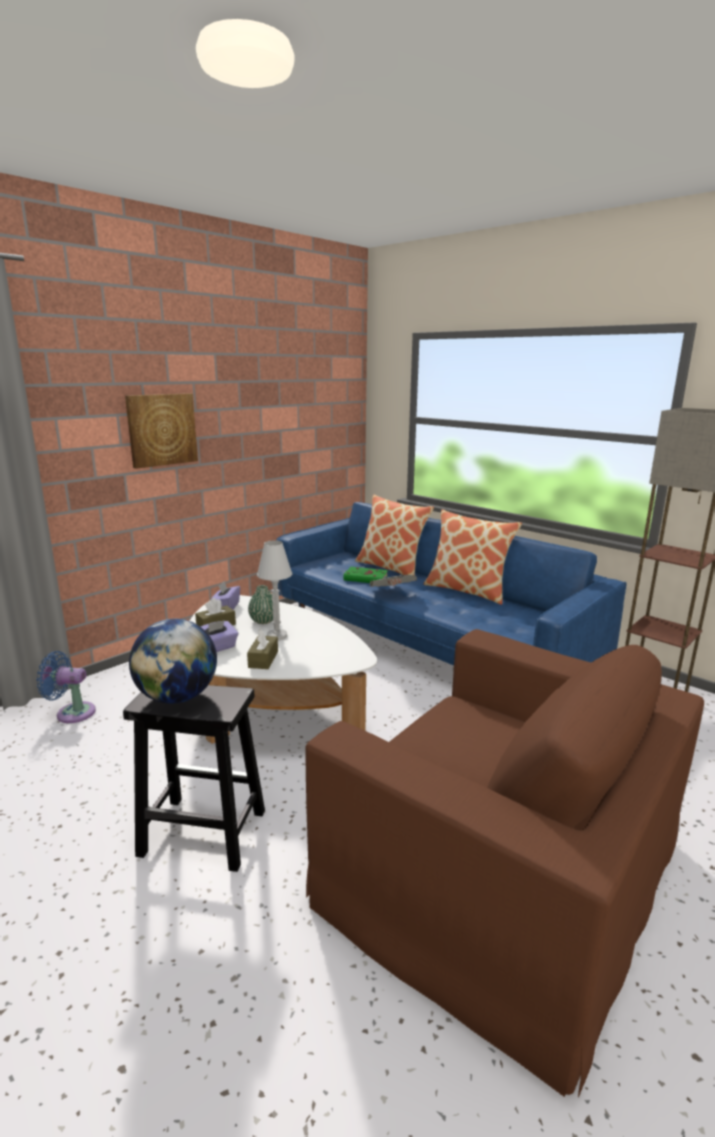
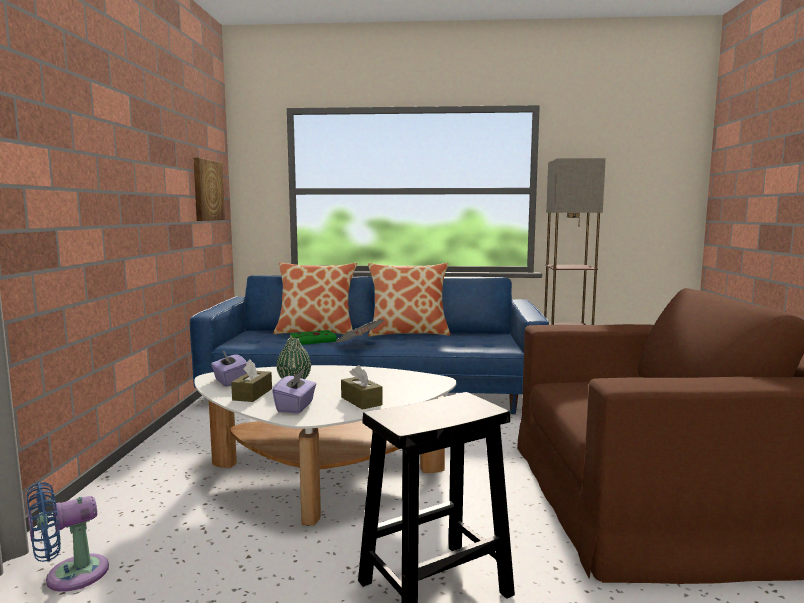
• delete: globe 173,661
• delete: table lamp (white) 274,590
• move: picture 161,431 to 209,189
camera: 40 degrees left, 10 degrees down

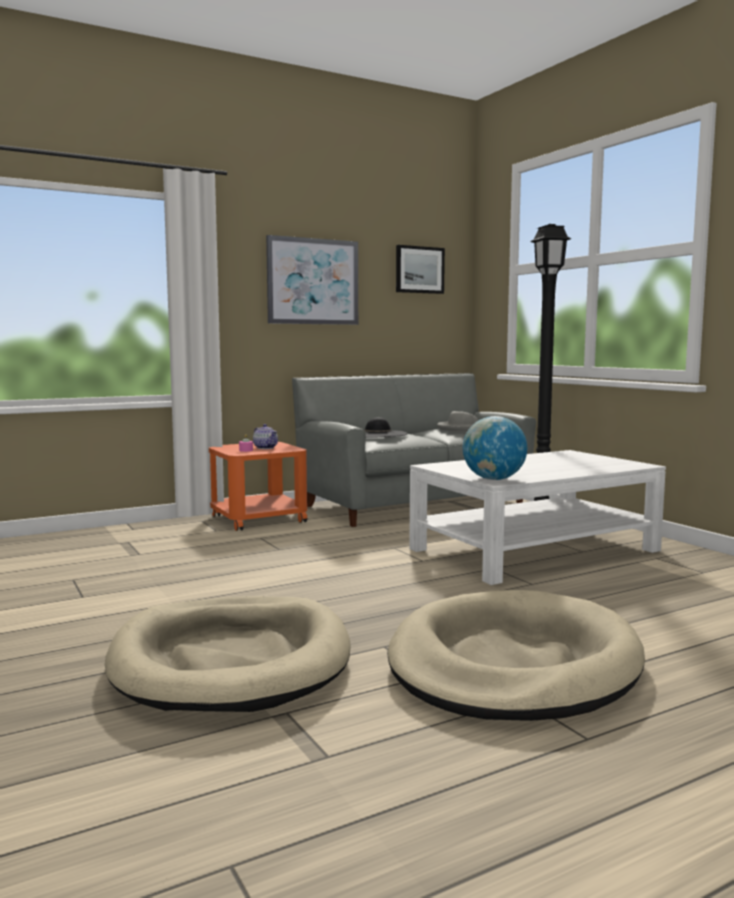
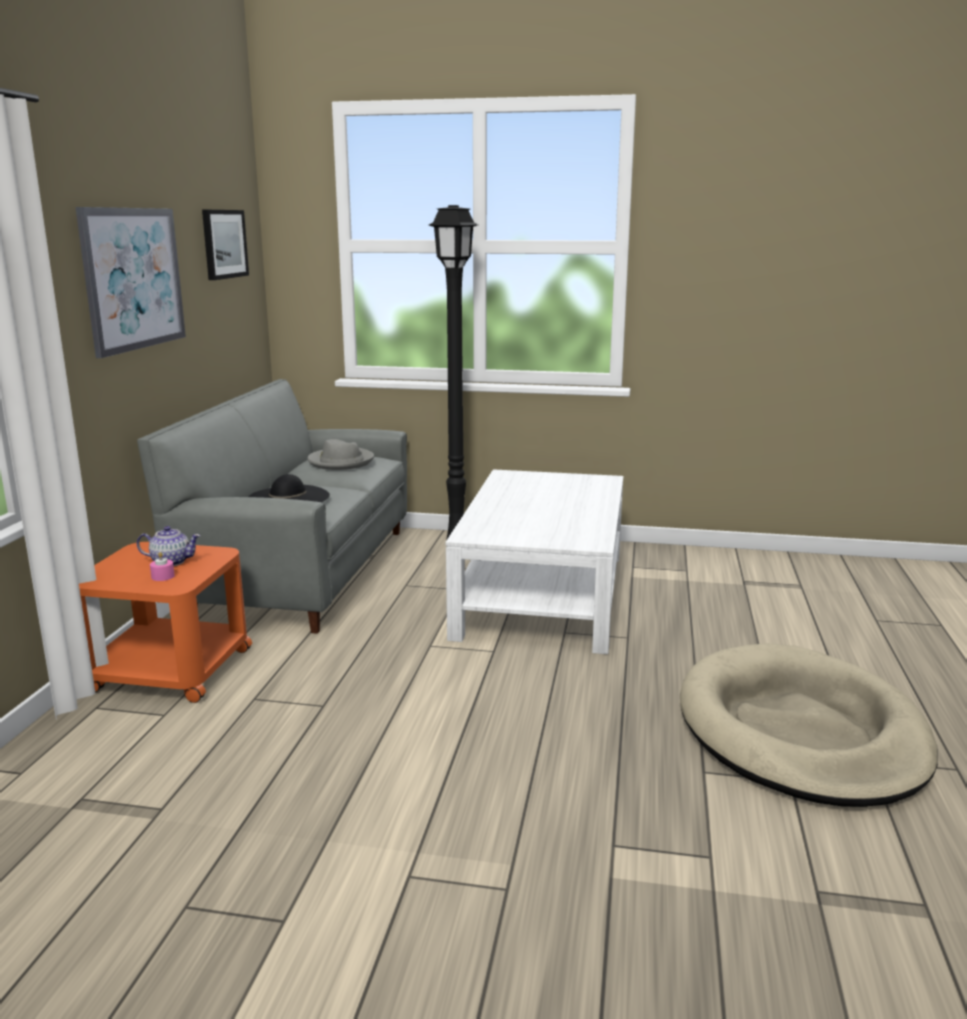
• delete: dog bed (beige) 228,654
• delete: globe 495,448
camera: 50 degrees left, 10 degrees up

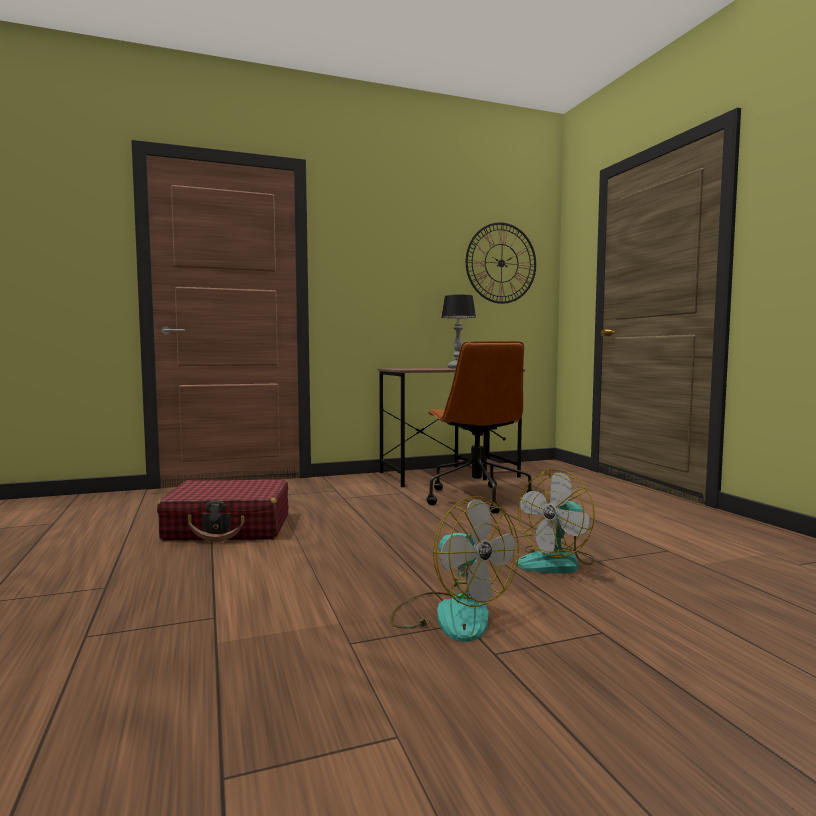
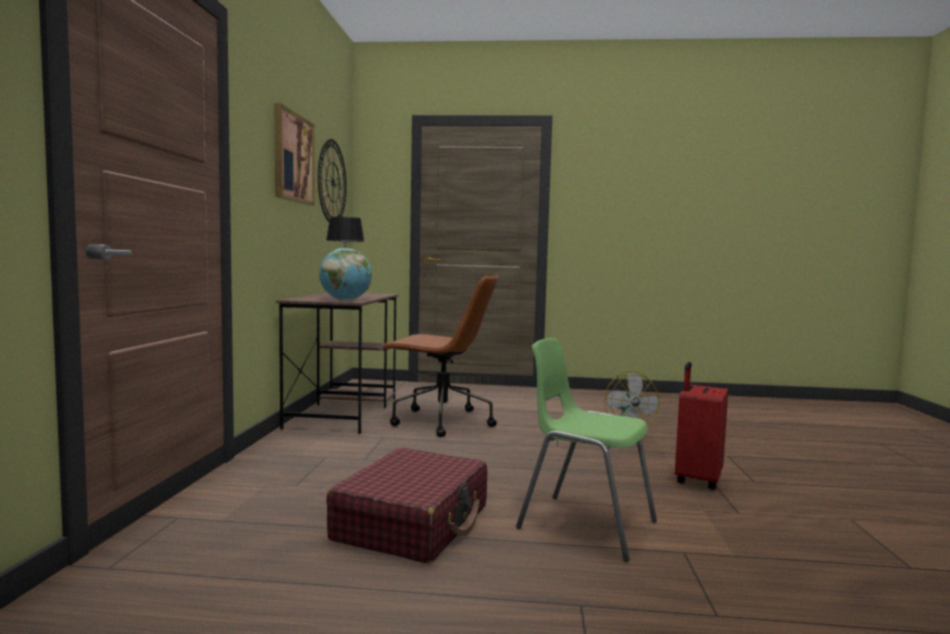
• insert: picture 294,154
• insert: globe 345,274
• insert: chair (green) 586,450
• replace: fan 454,569 to suitcase (red) 701,426
camera: 65 degrees left, 0 degrees up

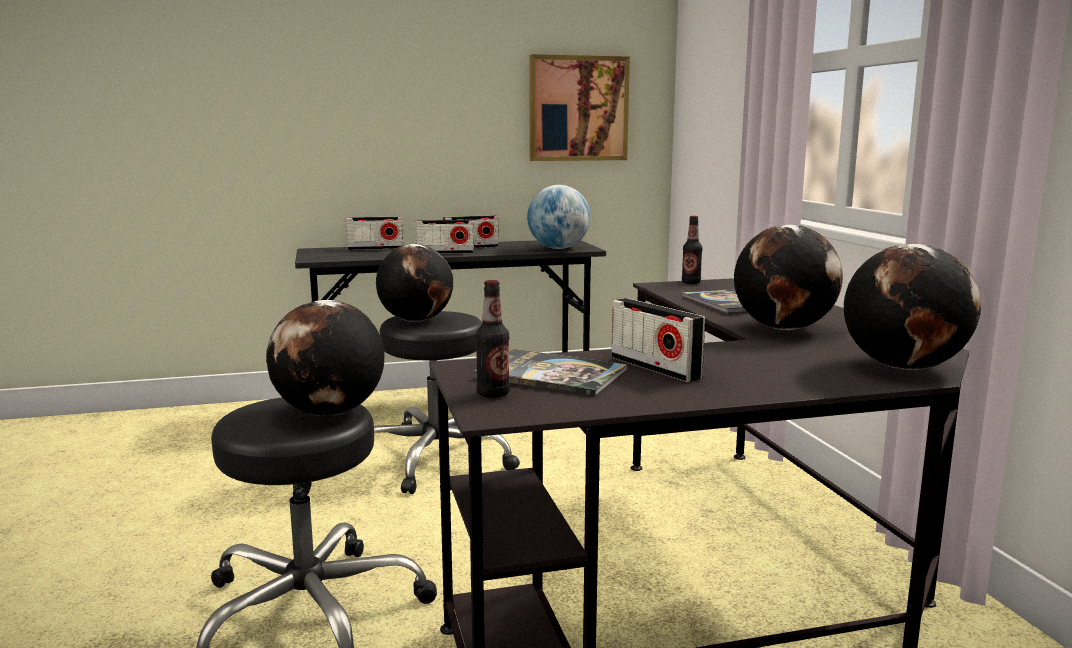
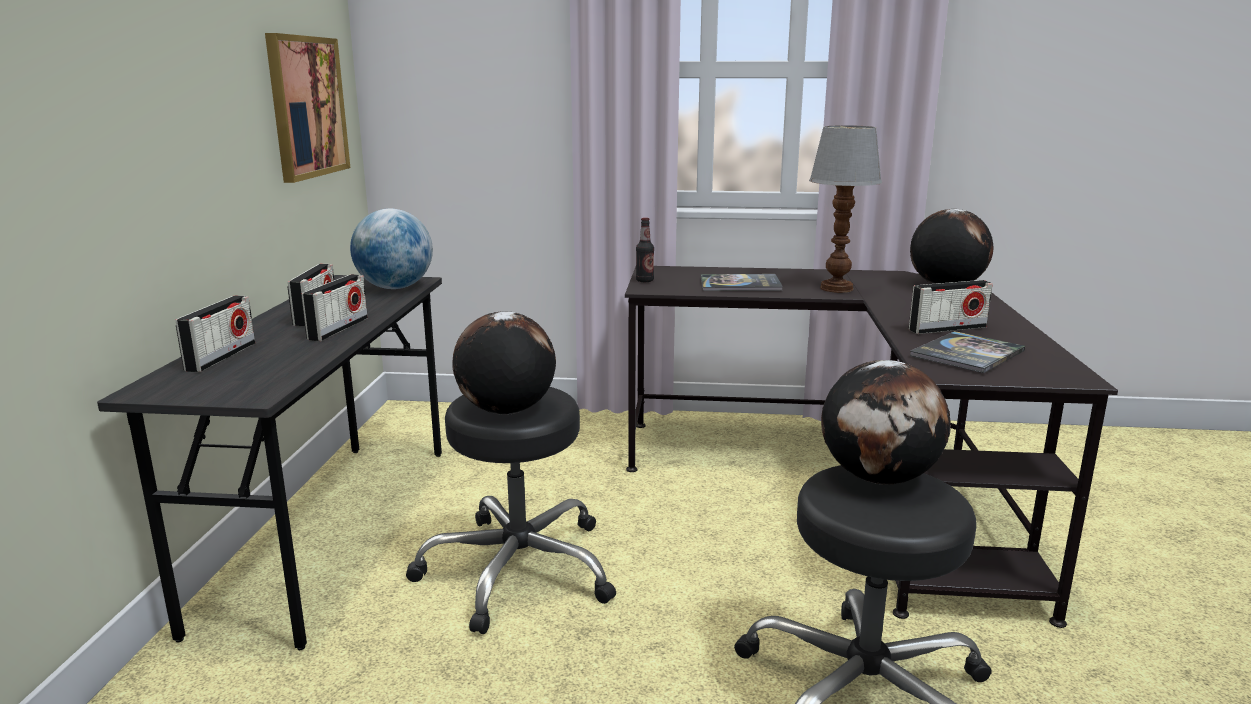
• delete: bottle 493,339
• replace: globe 788,277 to table lamp 845,209
camera: 70 degrees left, 5 degrees up

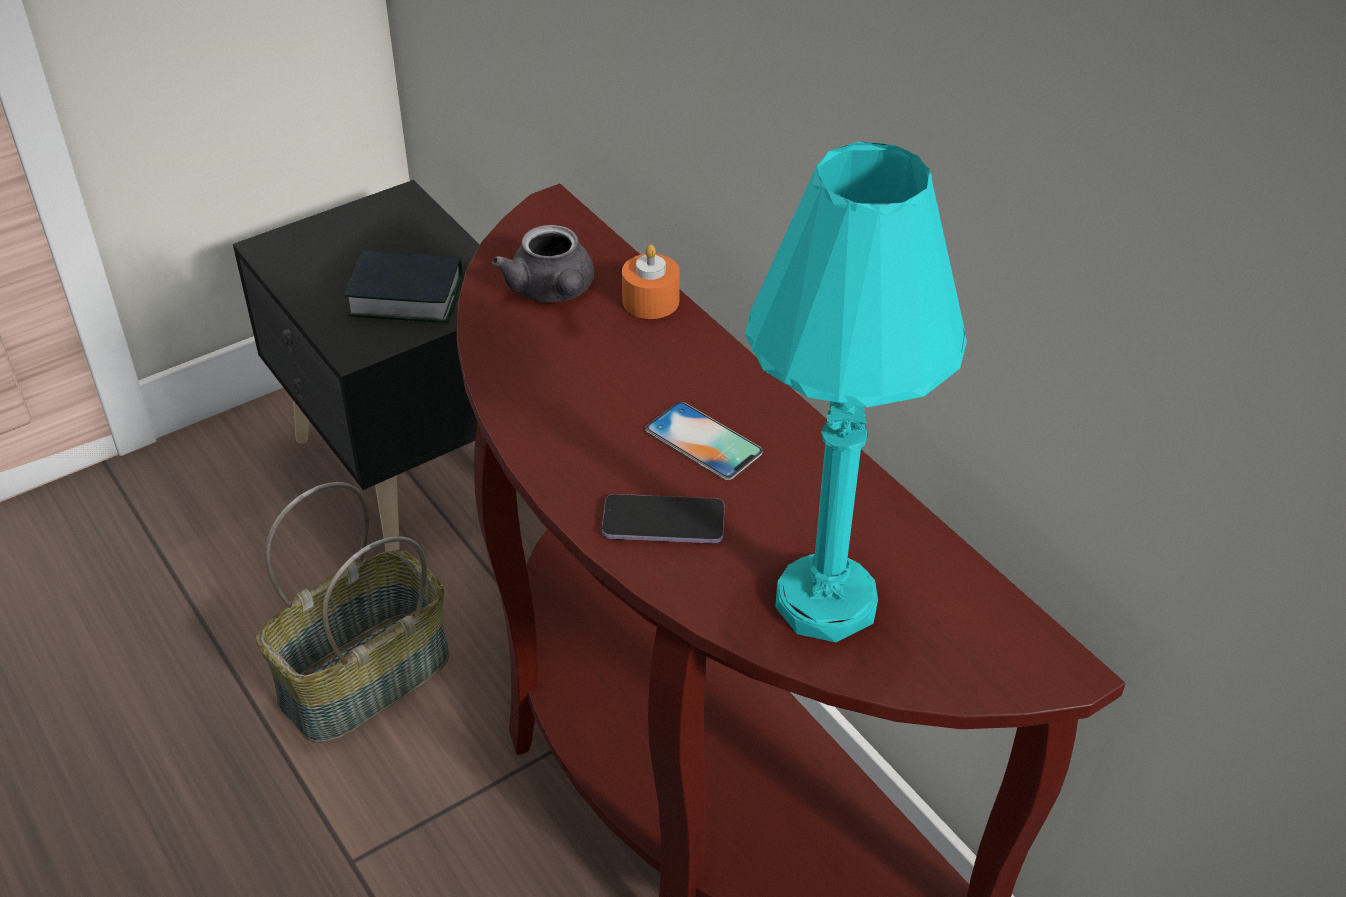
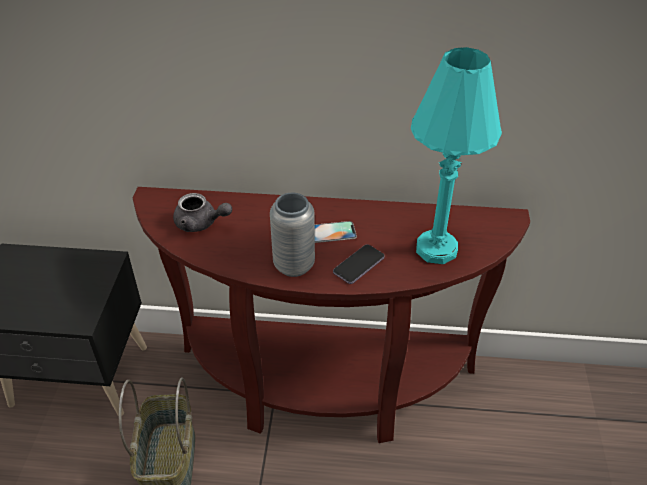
• delete: book 403,287
• delete: candle (orange) 651,282
• insert: vase (grey) 292,235
camera: 50 degrees left, 0 degrees up

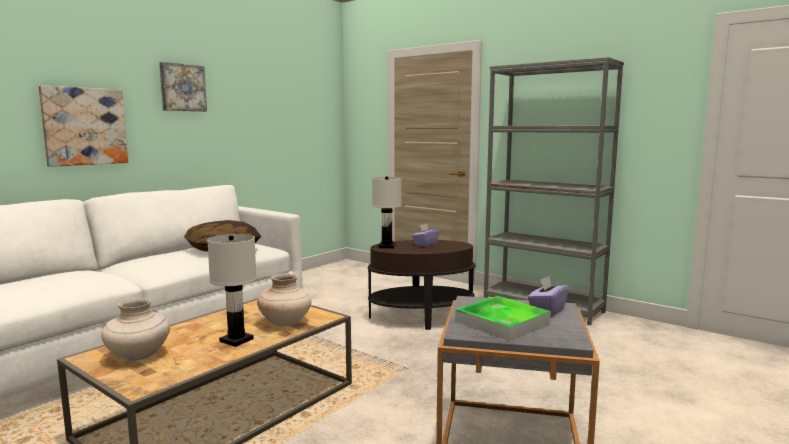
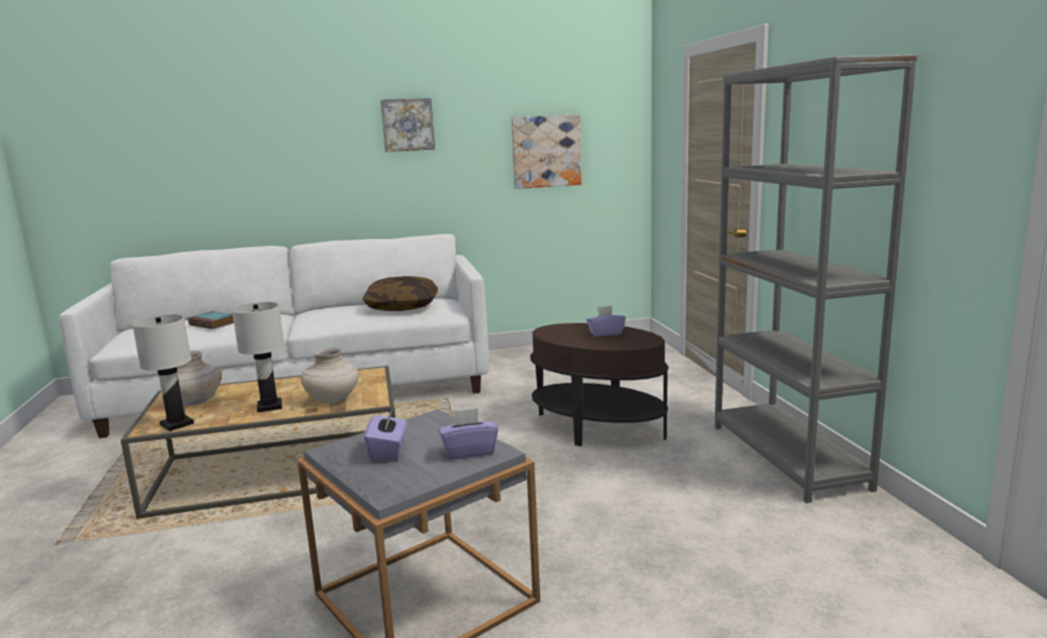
• insert: book 211,320
• move: picture 83,126 to 546,151
• move: table lamp (white) 387,212 to 163,372
• replace: tray 503,318 to tissue box (purple) 385,435
camera: 40 degrees right, 5 degrees up

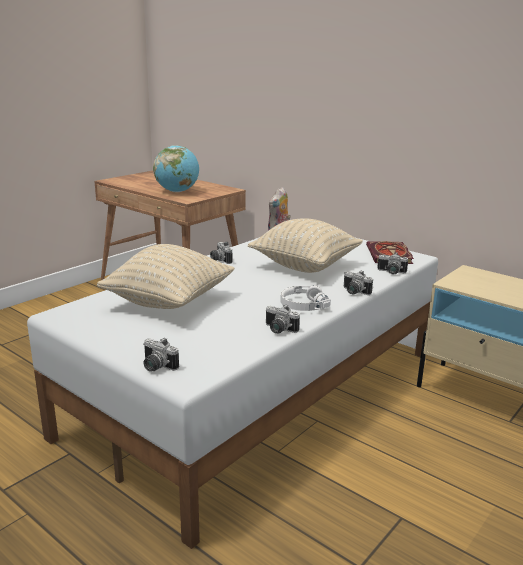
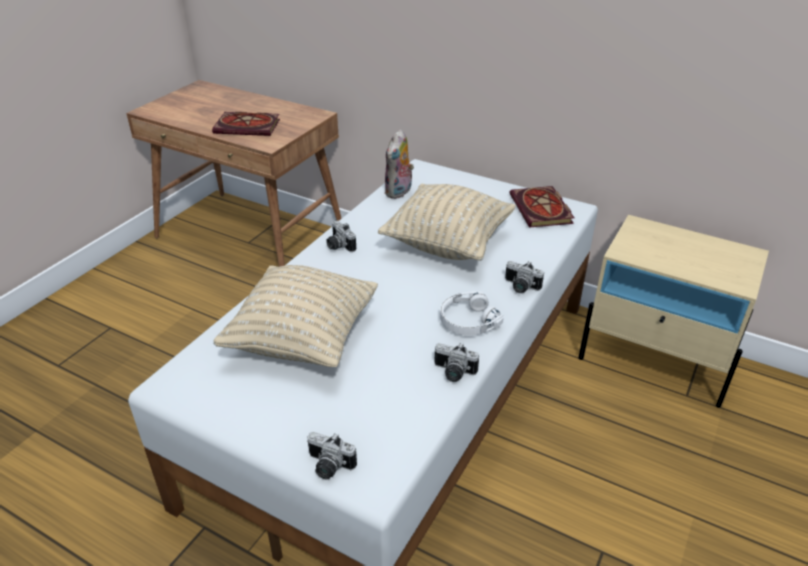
• delete: photo camera 392,263
• replace: globe 176,168 to book 246,124
camera: 10 degrees left, 15 degrees up

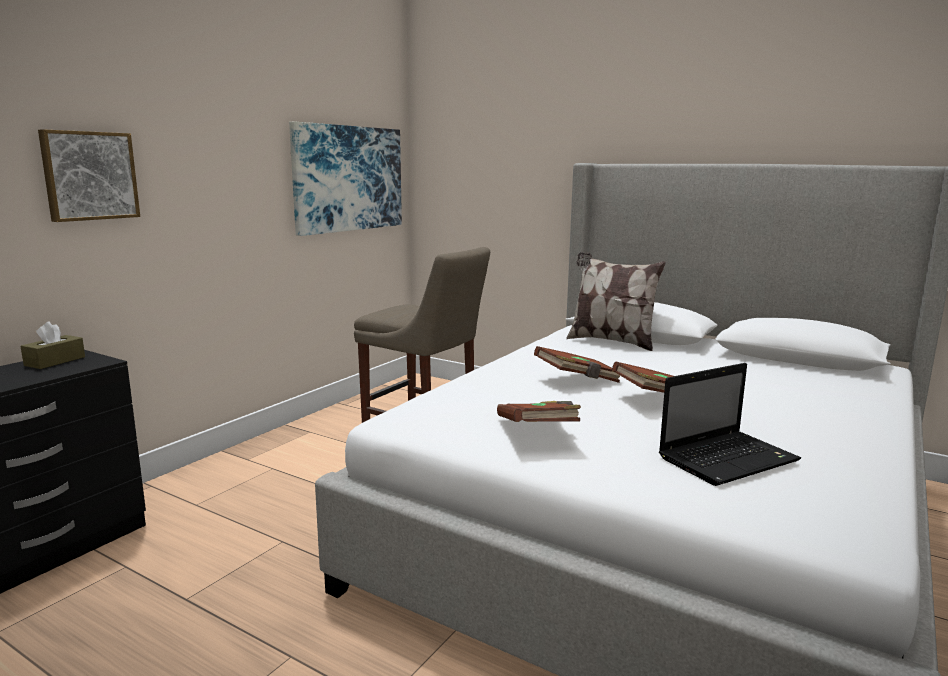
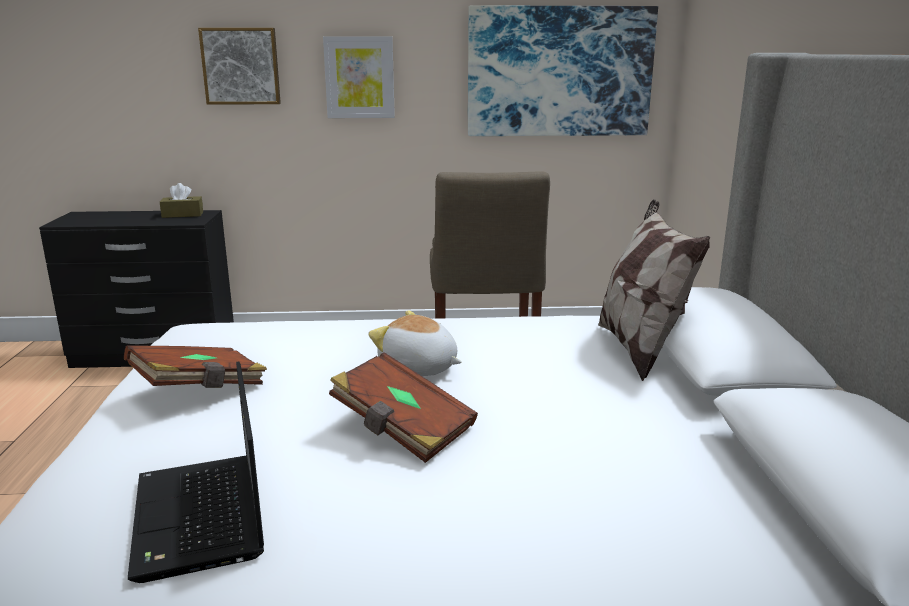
• insert: picture 359,77
• replace: book (brown) 577,364 to plush toy 415,343
• rotate: laptop 730,424 = 196,472 45 degrees clockwise
camera: 55 degrees right, 5 degrees up

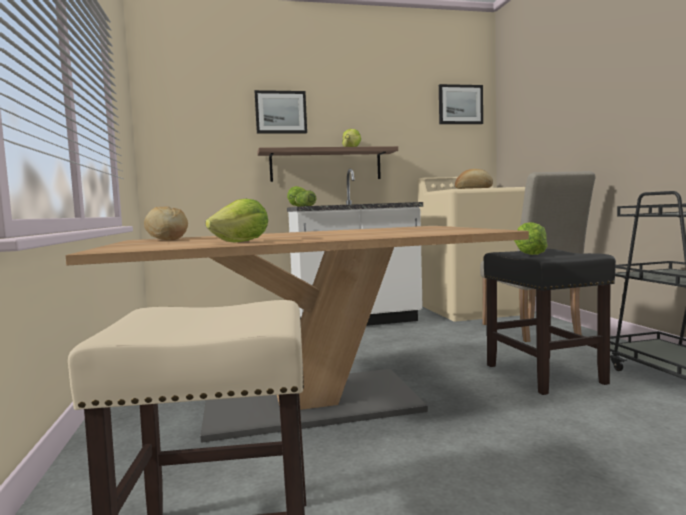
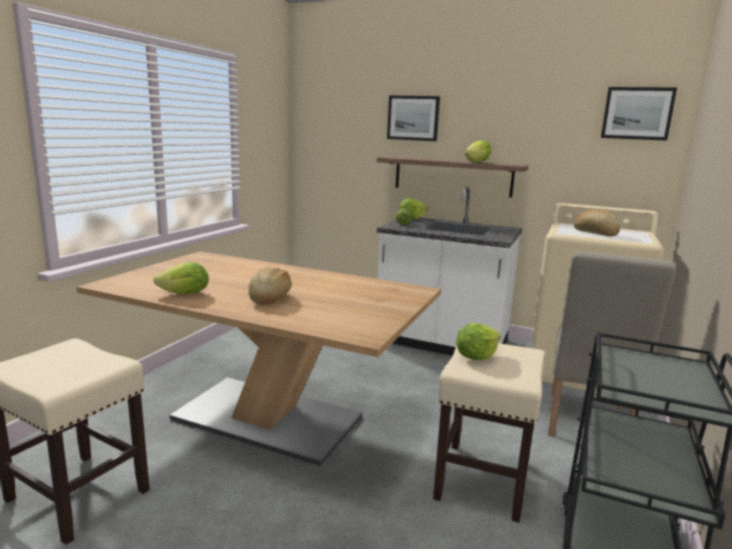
• move: bread 166,224 to 270,286
• recolor: stool (black) 550,322 to stool (beige) 489,433
camera: 35 degrees right, 10 degrees up

